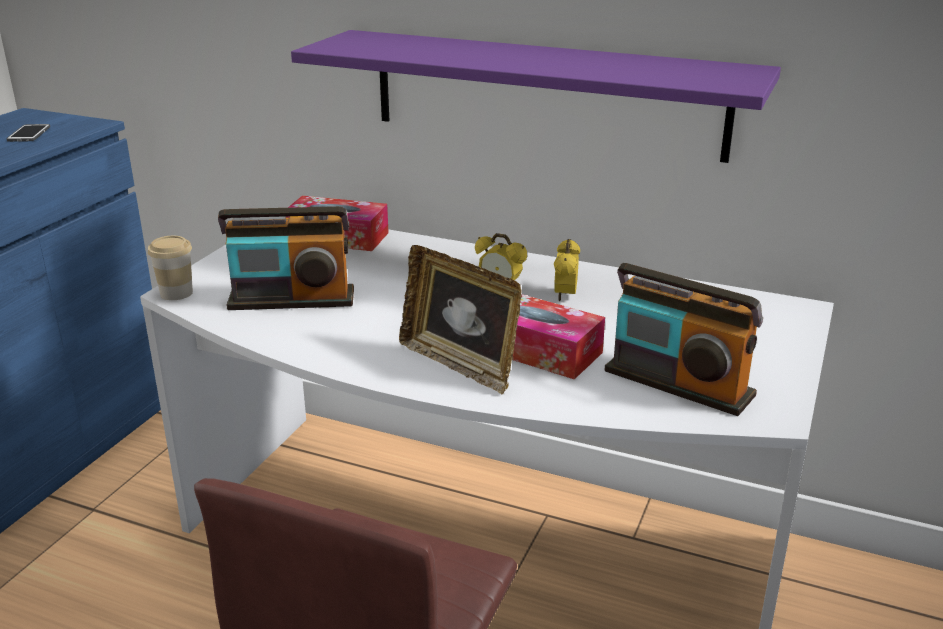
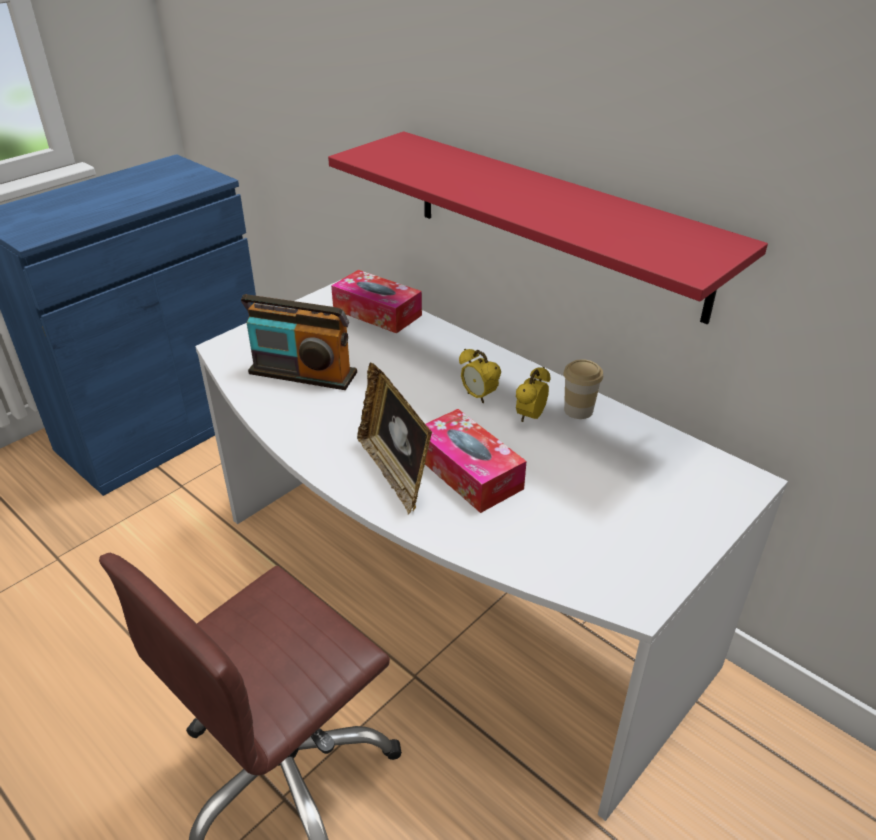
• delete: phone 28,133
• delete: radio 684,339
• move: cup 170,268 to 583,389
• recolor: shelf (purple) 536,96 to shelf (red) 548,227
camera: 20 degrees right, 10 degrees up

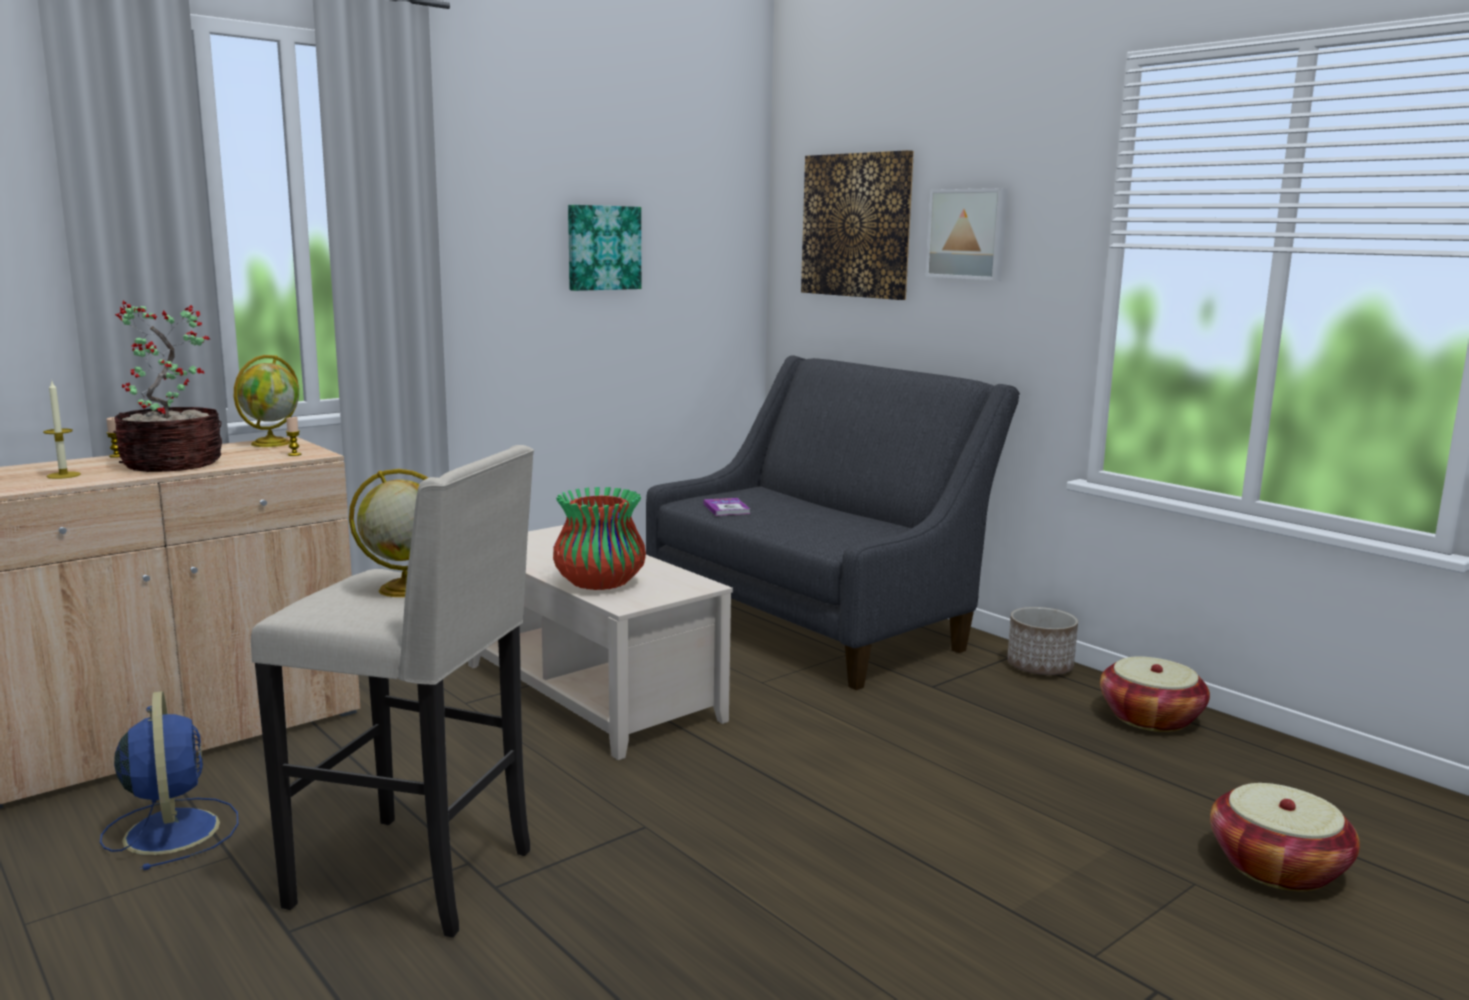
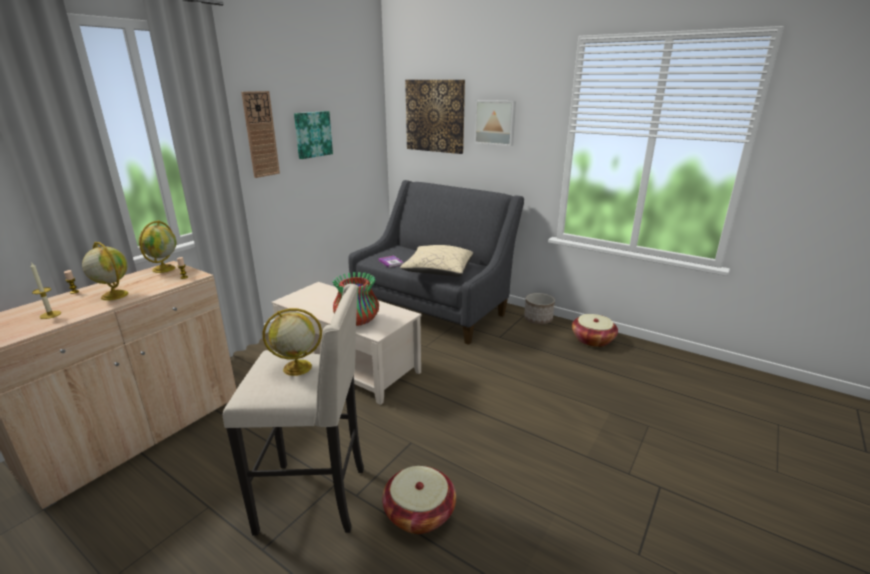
• delete: fan (blue) 169,780
• insert: wall clock 260,134
• insert: pillow (beige) 437,261
• move: basket 1285,837 to 419,500
• replace: potted plant 168,386 to globe 105,271
camera: 15 degrees left, 10 degrees up

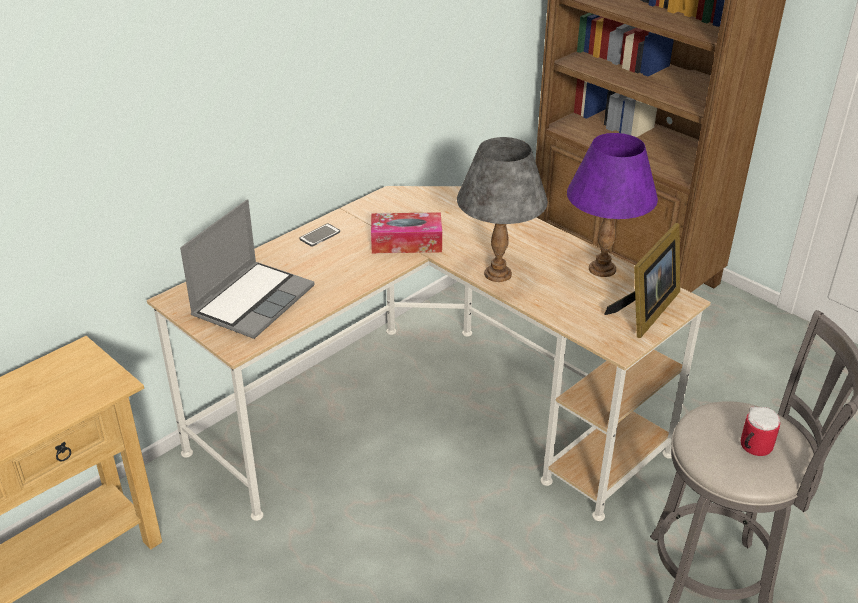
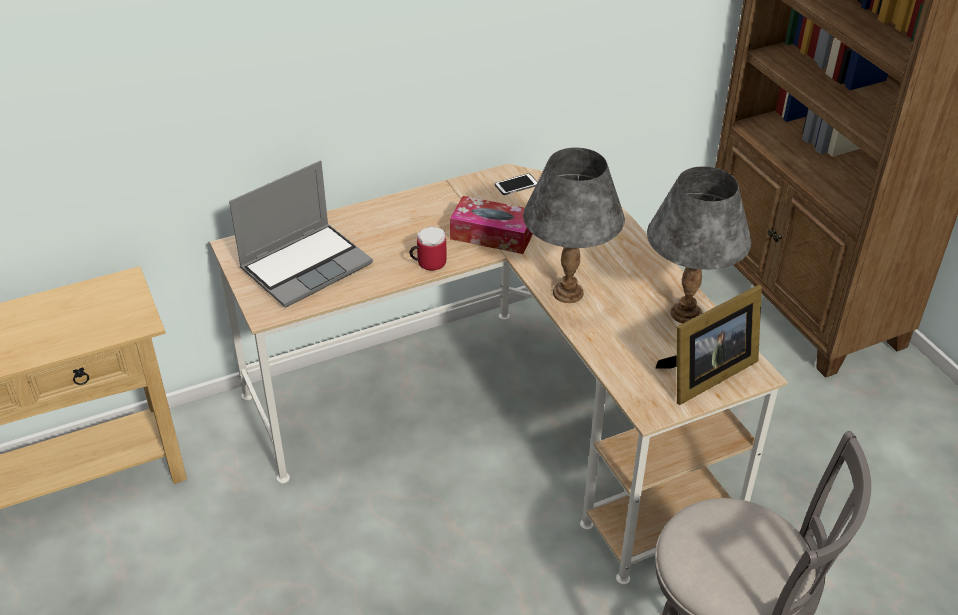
• move: phone 320,235 to 516,184
• move: mug 760,431 to 428,248
• recolor: table lamp (purple) 612,205 to table lamp (grey) 699,244
camera: 20 degrees right, 5 degrees up

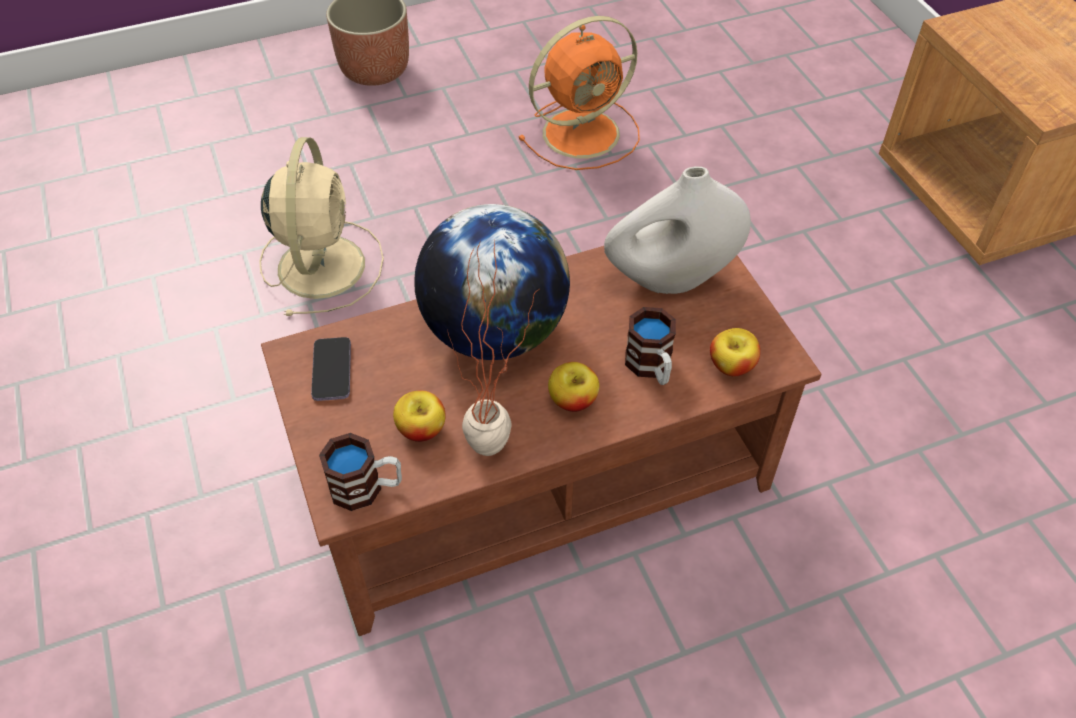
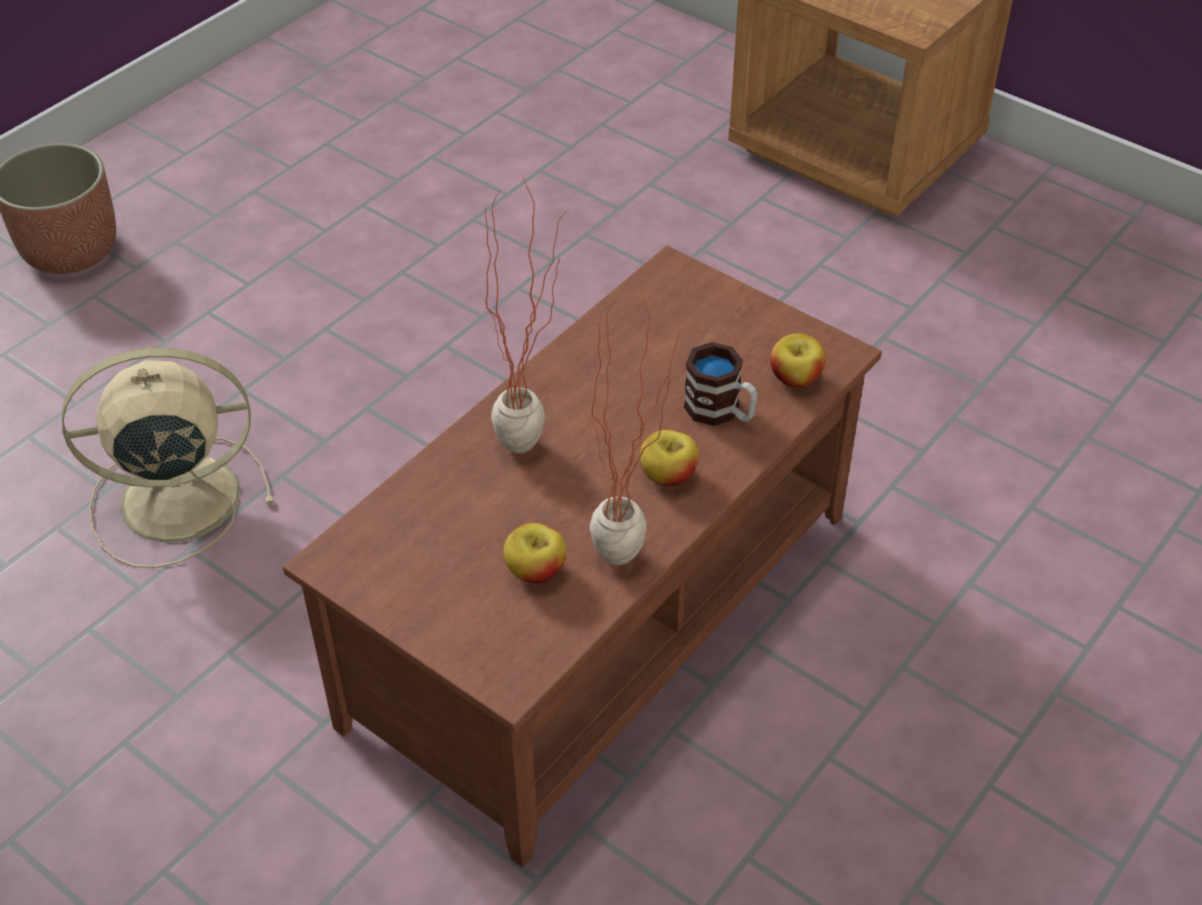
• delete: phone 331,369
• delete: mug 360,472
• delete: fan (orange) 579,93
• delete: vase (white) 677,230
• replace: globe 492,282 to potted plant 527,315
• rotate: fan (beige) 321,226 = 168,458 75 degrees counterclockwise
camera: 30 degrees left, 5 degrees down

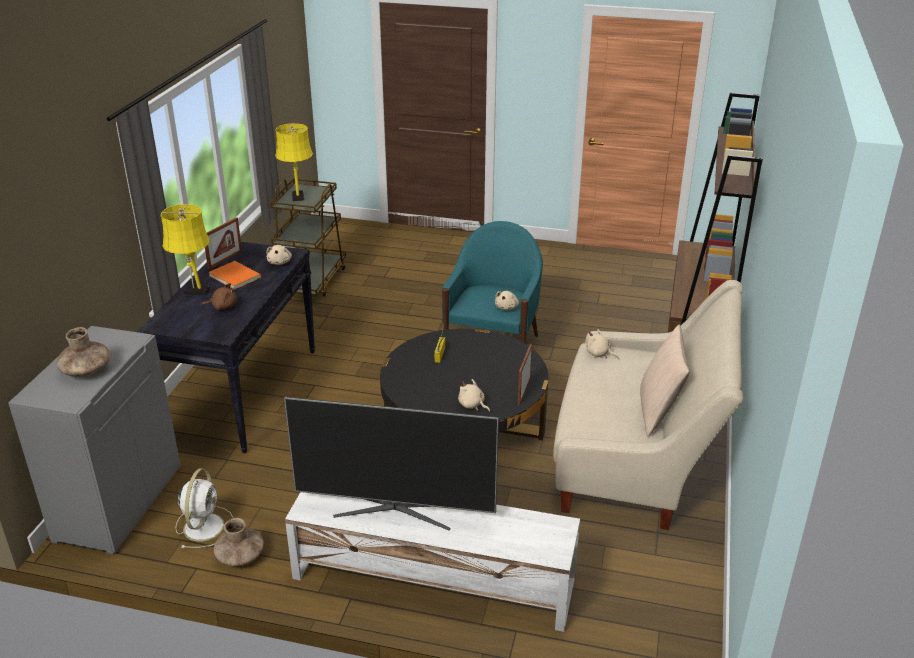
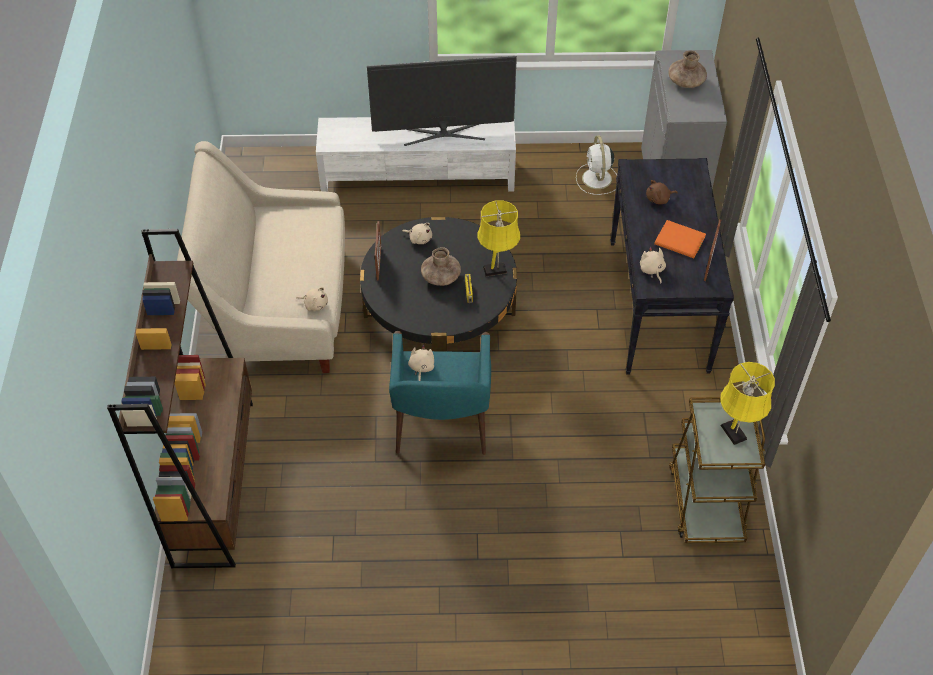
• delete: pillow (beige) 665,380
• move: table lamp (yellow) 185,249 to 499,238
• move: vase (brown) 239,542 to 441,266
camera: 165 degrees right, 20 degrees up

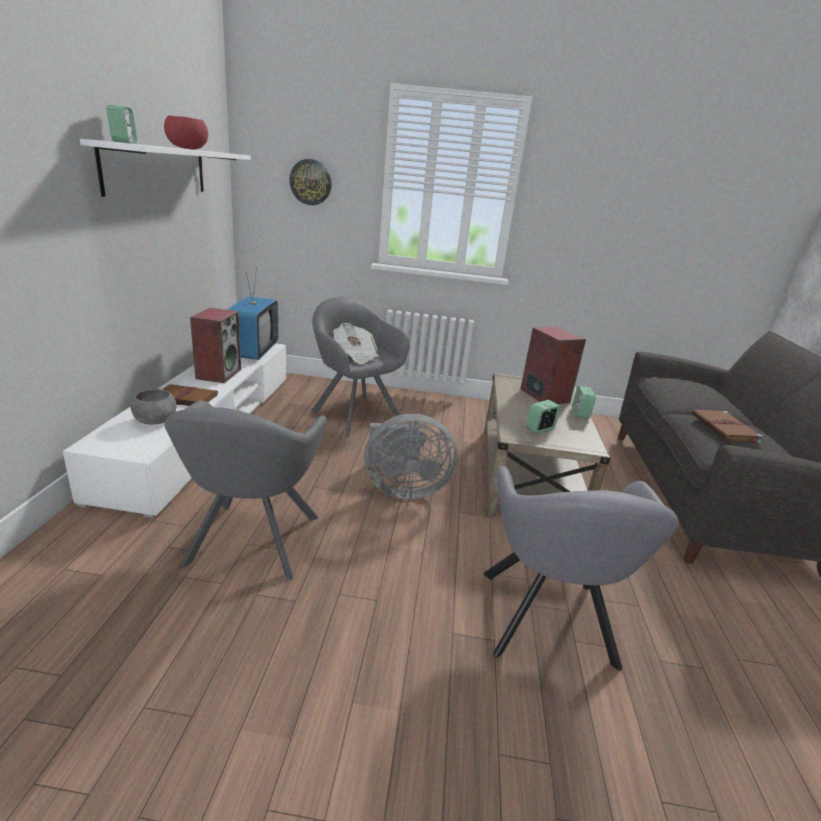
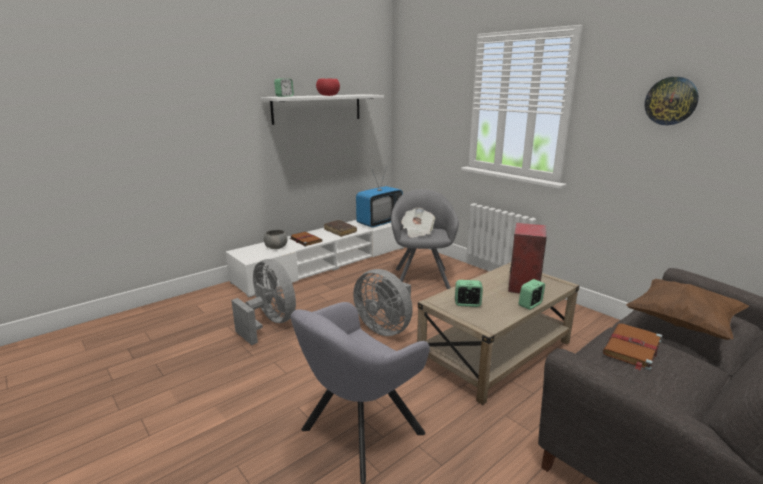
• insert: pillow (brown) 687,309
• move: wall clock 310,182 to 672,101
• replace: armchair (grey) 246,490 to fan (grey) 263,302
• replace: speaker 215,345 to book (brown) 340,228
camera: 45 degrees right, 5 degrees down

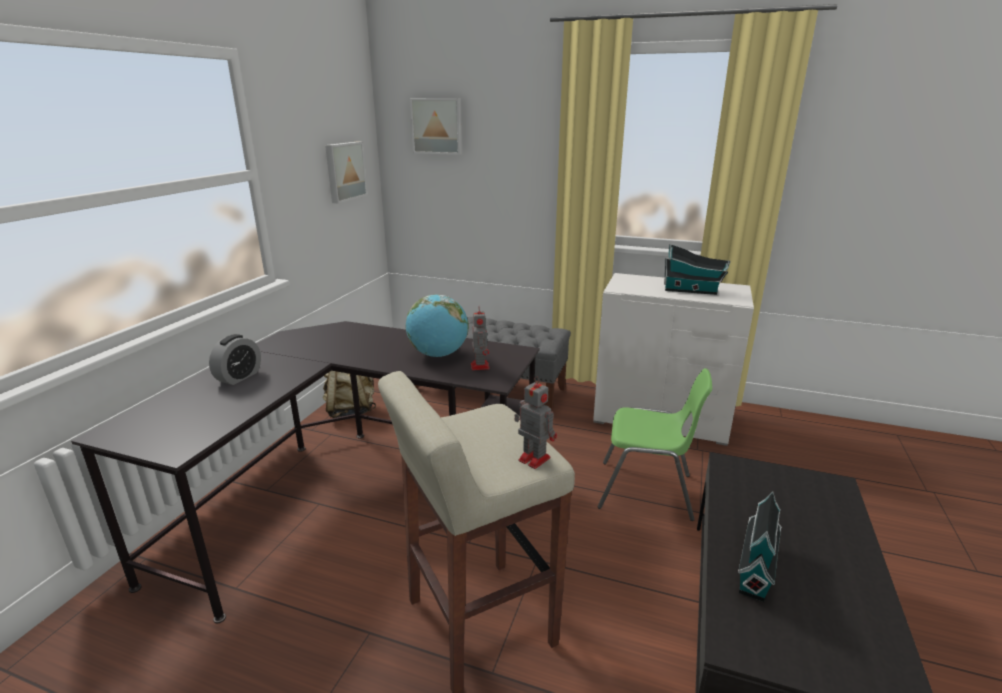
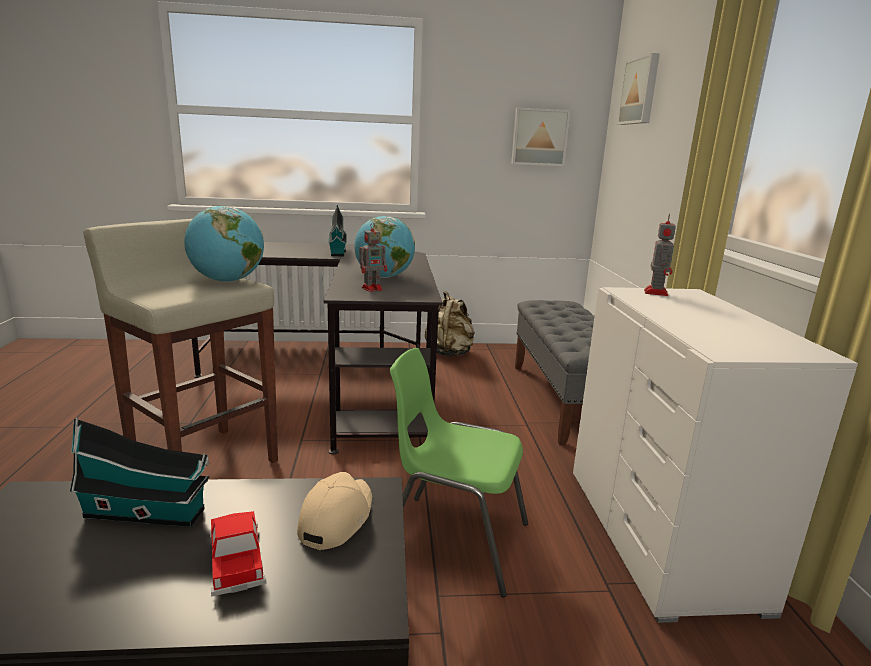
• delete: alarm clock 235,359
• insert: globe 224,244
• insert: toy car 238,554
• insert: cap (beige) 334,511
• move: toy robot 535,422 to 660,255
• move: toy house 697,269 to 337,230
• rotate: chair (green) 654,444 = 459,472 120 degrees clockwise
camera: 65 degrees right, 5 degrees down

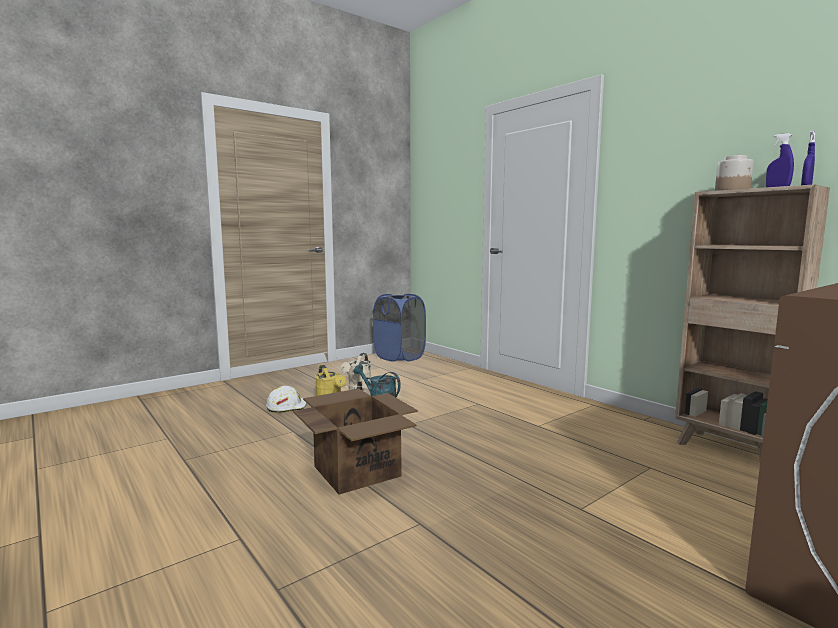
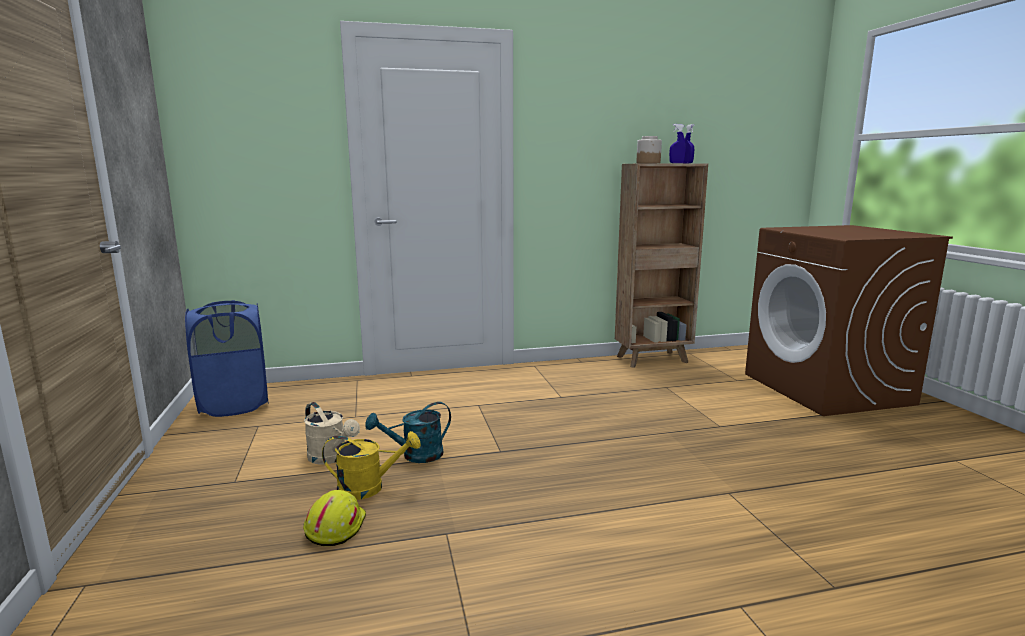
• delete: cardboard box 355,441
• recolor: hard hat (white) 286,399 to hard hat (yellow) 334,518
camera: 65 degrees left, 5 degrees up

